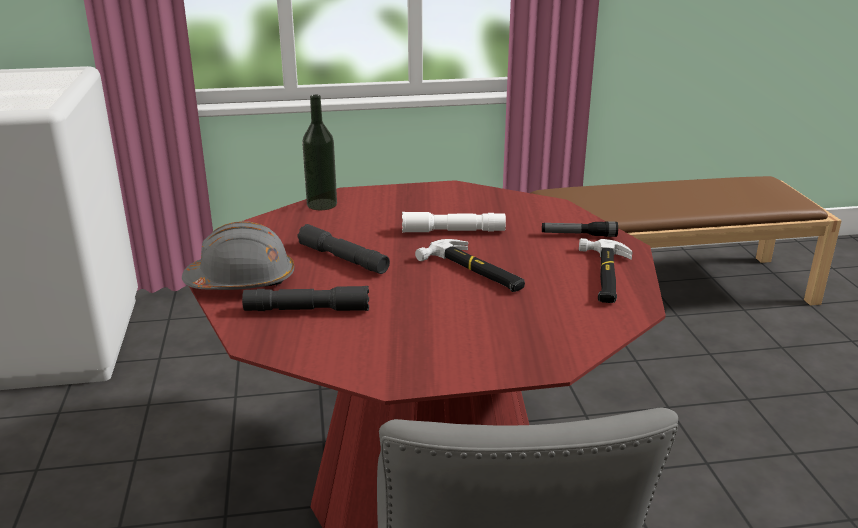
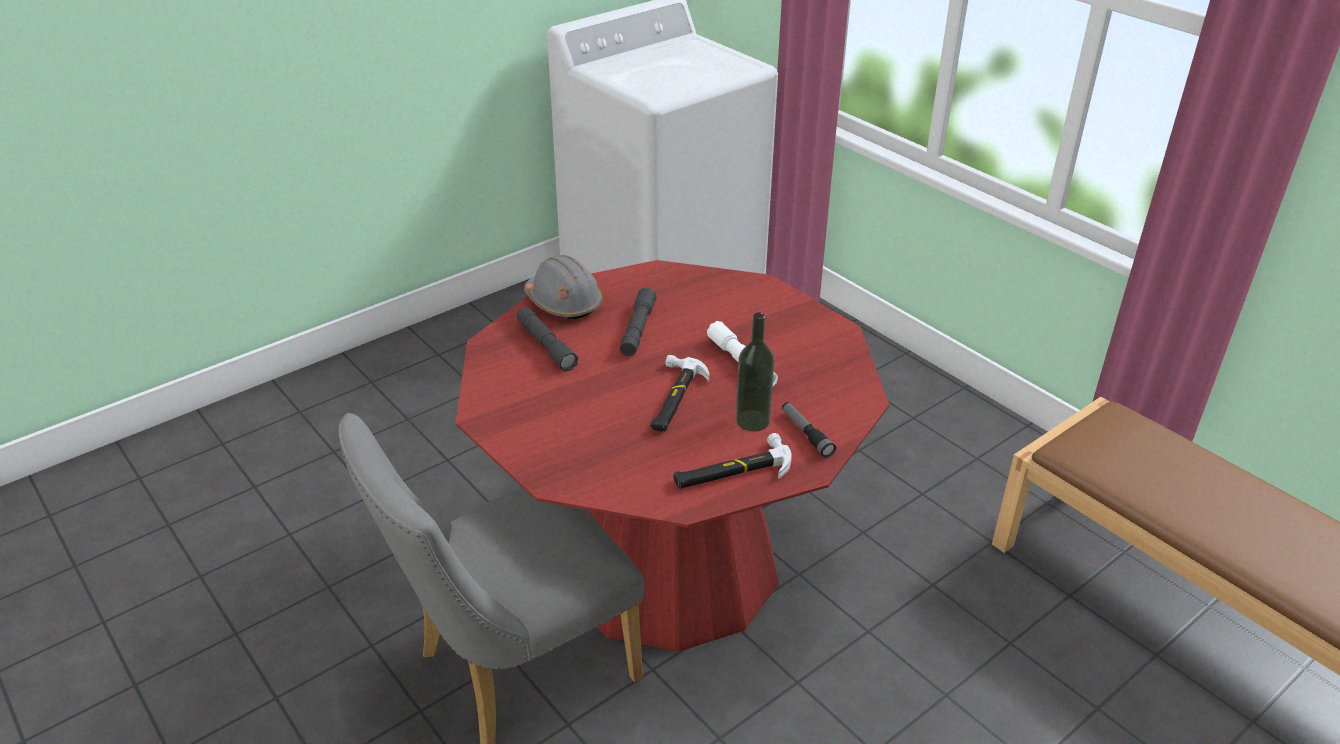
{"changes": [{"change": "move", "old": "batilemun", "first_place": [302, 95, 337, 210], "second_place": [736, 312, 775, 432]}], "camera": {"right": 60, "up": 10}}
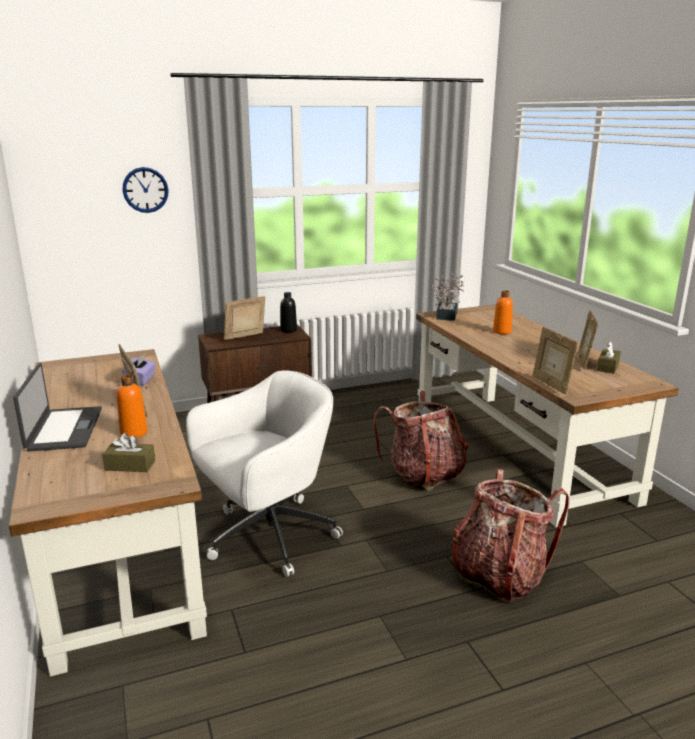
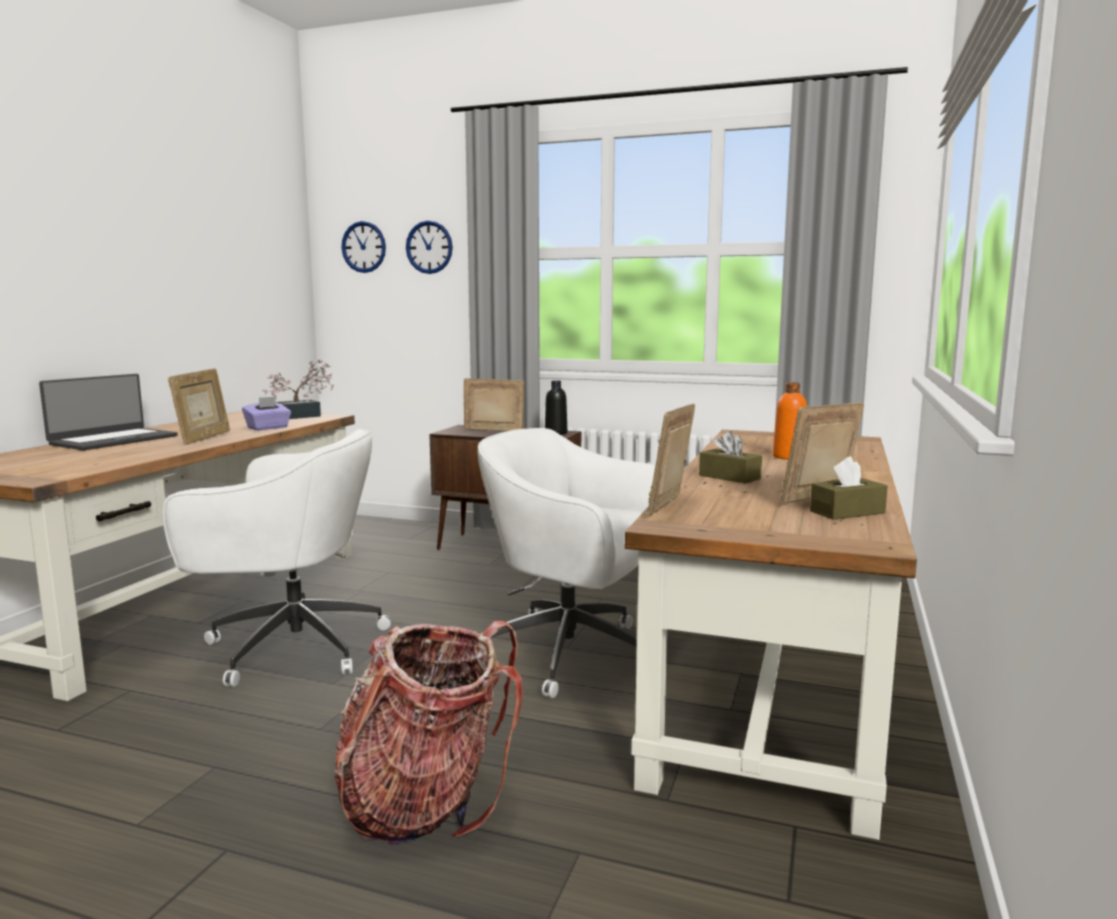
{"changes": [{"change": "move", "old": "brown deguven", "first_place": [102, 433, 155, 472], "second_place": [699, 431, 762, 484]}, {"change": "delete", "old": "orange batilemun", "first_place": [117, 375, 147, 438]}, {"change": "replace", "old": "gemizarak", "new": "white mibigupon", "first_place": [374, 391, 468, 491], "second_place": [478, 428, 656, 698]}, {"change": "move", "old": "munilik", "first_place": [432, 273, 464, 321], "second_place": [263, 359, 334, 419]}, {"change": "insert", "new": "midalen", "second_place": [342, 221, 386, 273]}], "camera": {"right": 40, "up": -10}}
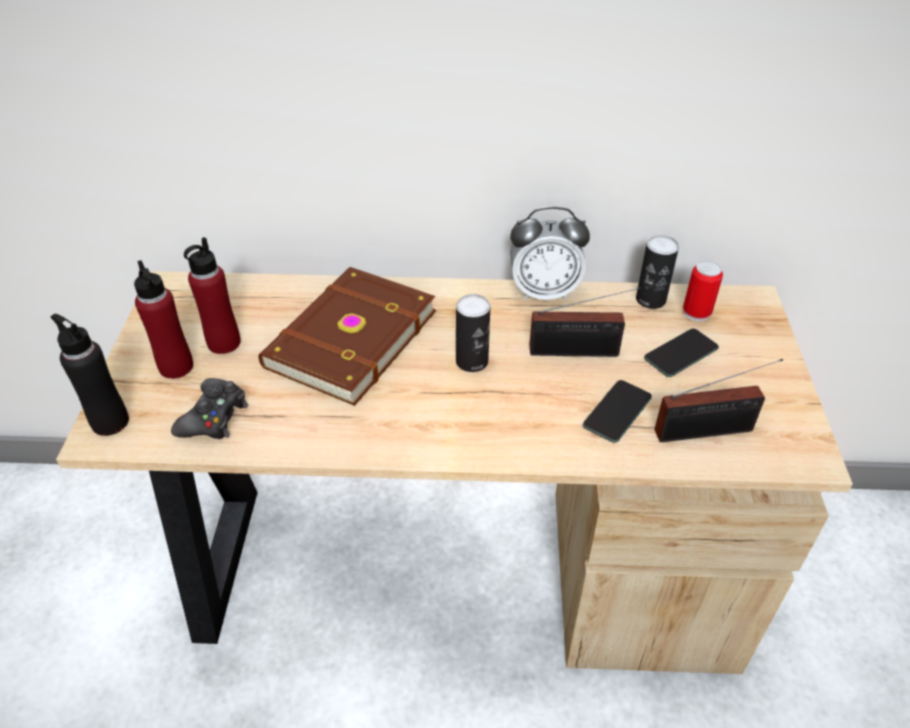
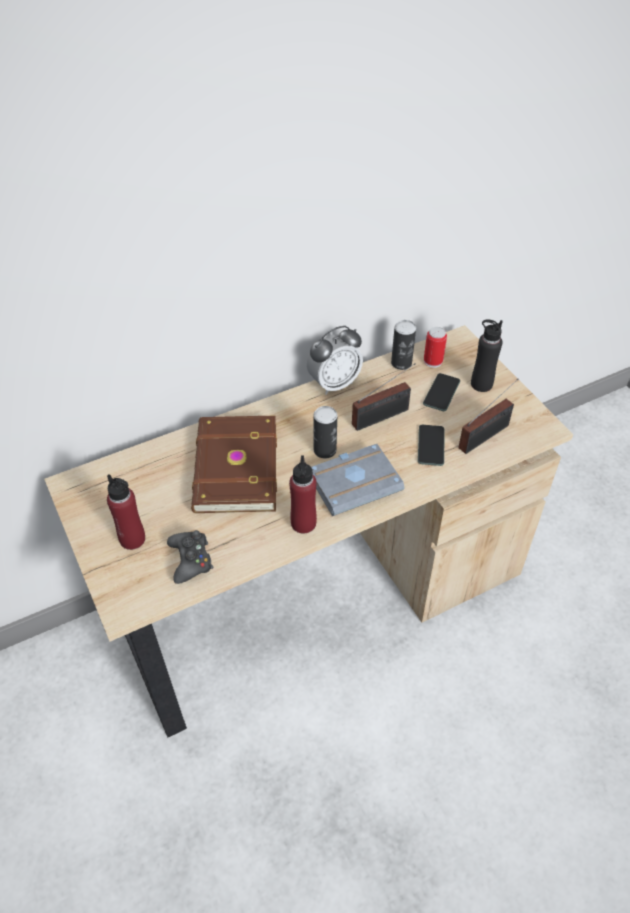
{"changes": [{"change": "move", "old": "black batilemun", "first_place": [51, 314, 129, 436], "second_place": [471, 320, 503, 392]}, {"change": "move", "old": "red batilemun", "first_place": [184, 237, 241, 354], "second_place": [289, 455, 317, 534]}, {"change": "insert", "new": "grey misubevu", "second_place": [311, 444, 405, 516]}], "camera": {"right": -30, "up": 5}}
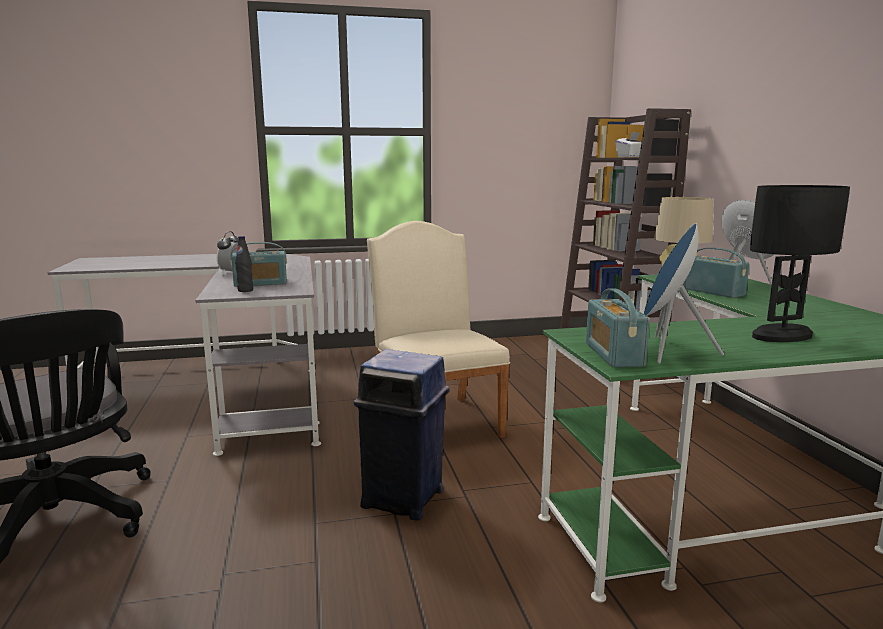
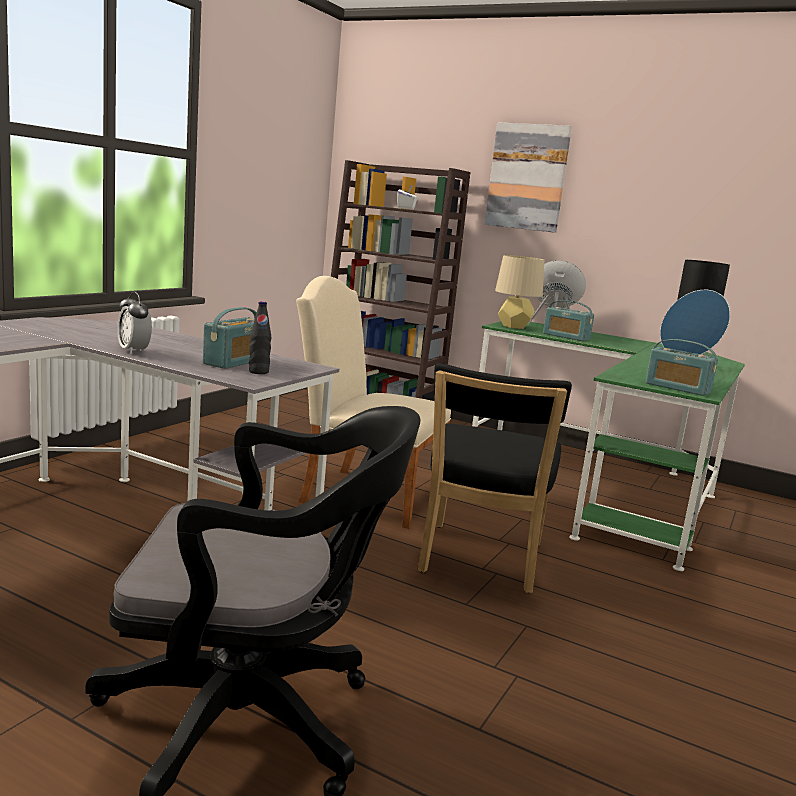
{"changes": [{"change": "replace", "old": "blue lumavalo", "new": "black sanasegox", "first_place": [354, 349, 450, 521], "second_place": [418, 363, 572, 593]}, {"change": "rotate", "old": "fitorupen", "first_place": [684, 247, 750, 298], "second_place": [543, 300, 594, 341], "degrees": -150}, {"change": "insert", "new": "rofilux", "second_place": [485, 122, 572, 233]}], "camera": {"right": -50, "up": 0}}
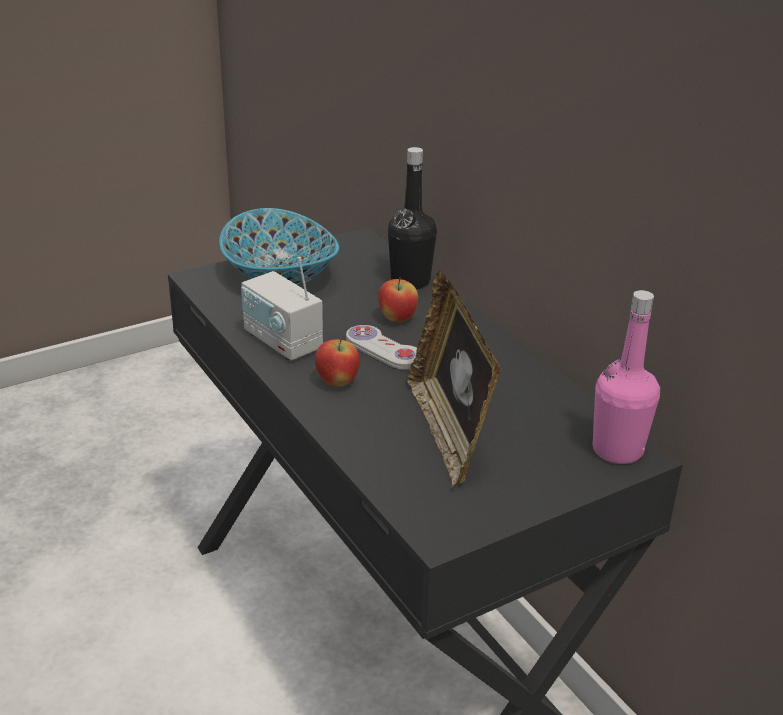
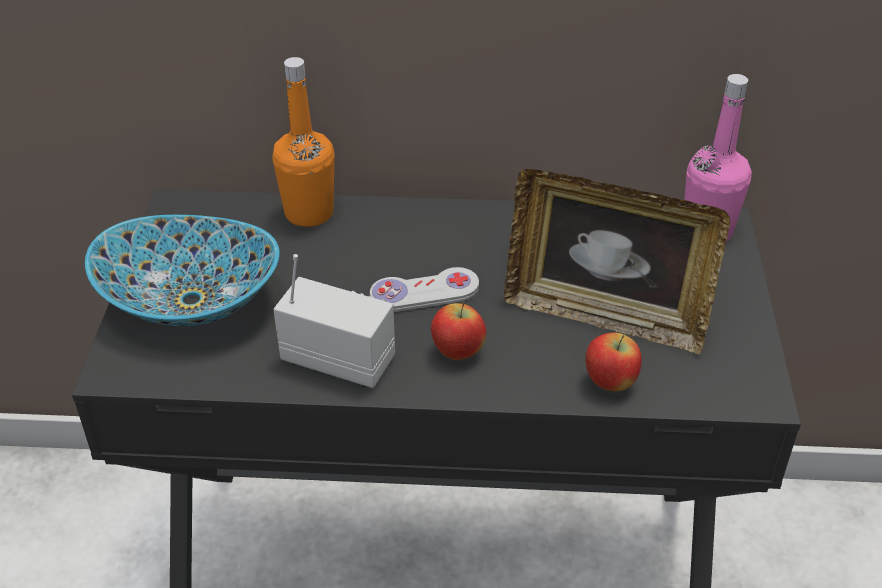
{"changes": [{"change": "rotate", "old": "fitorupen", "first_place": [241, 257, 323, 360], "second_place": [274, 254, 395, 388], "degrees": -150}, {"change": "move", "old": "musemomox", "first_place": [378, 278, 418, 322], "second_place": [585, 332, 642, 391]}, {"change": "recolor", "old": "black batilemun", "new": "orange batilemun", "first_place": [388, 147, 437, 289], "second_place": [272, 57, 335, 227]}], "camera": {"right": -55, "up": 10}}
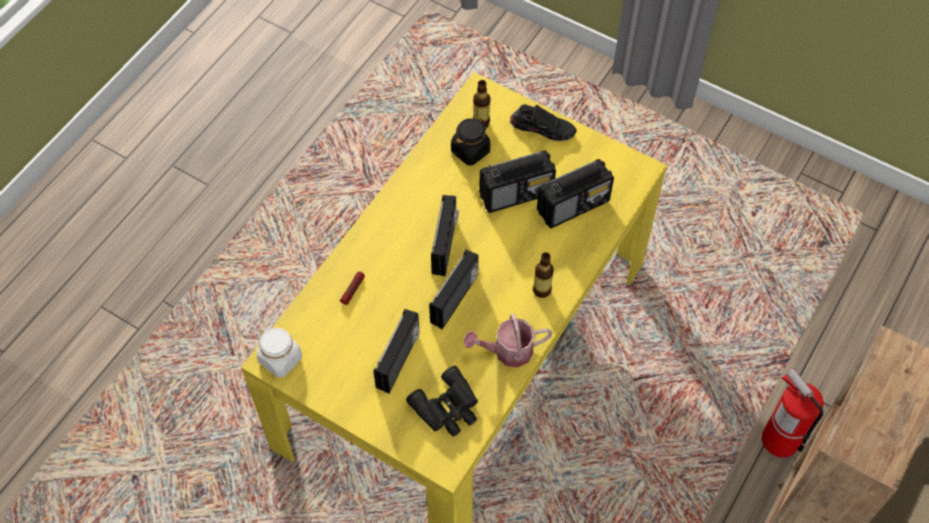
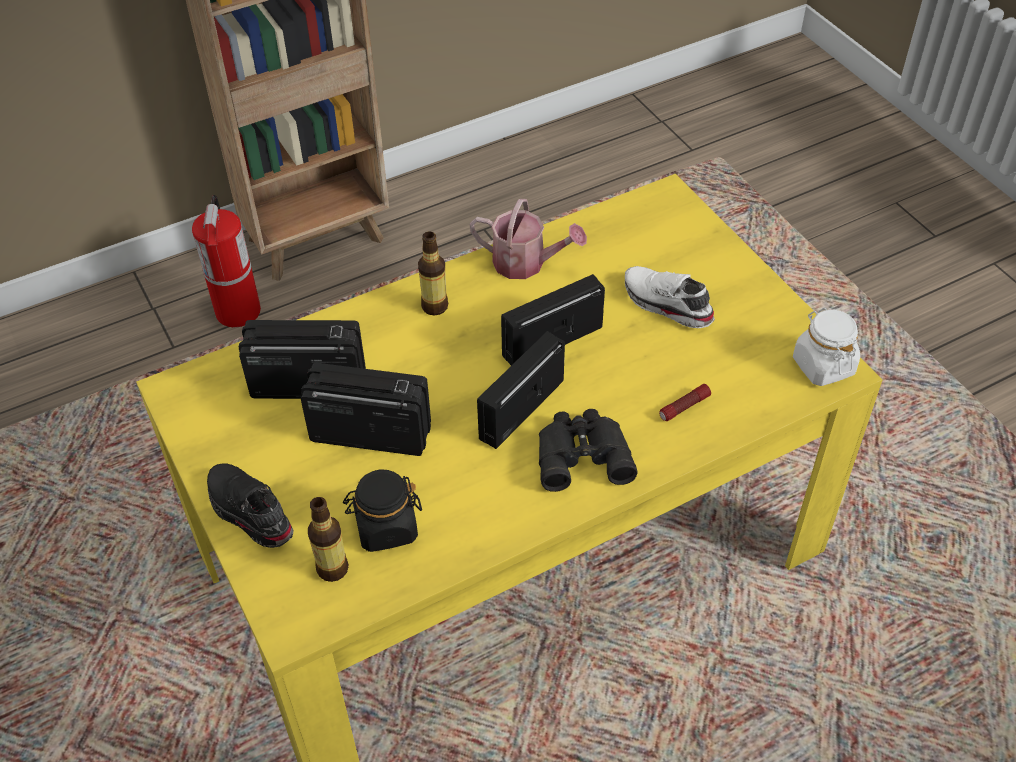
{"changes": [{"change": "replace", "old": "fitorupen", "new": "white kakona", "first_place": [373, 309, 420, 393], "second_place": [625, 266, 715, 328]}, {"change": "move", "old": "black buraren", "first_place": [406, 366, 478, 436], "second_place": [539, 409, 638, 492]}], "camera": {"right": -150, "up": -10}}
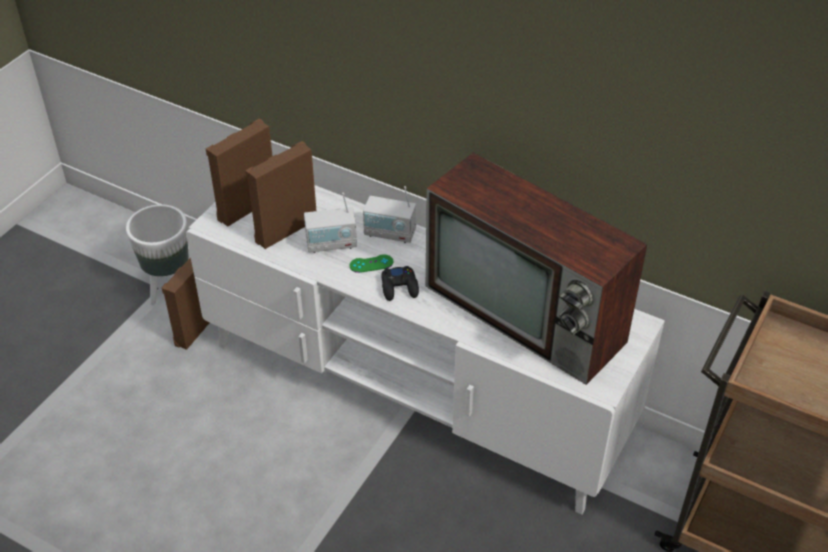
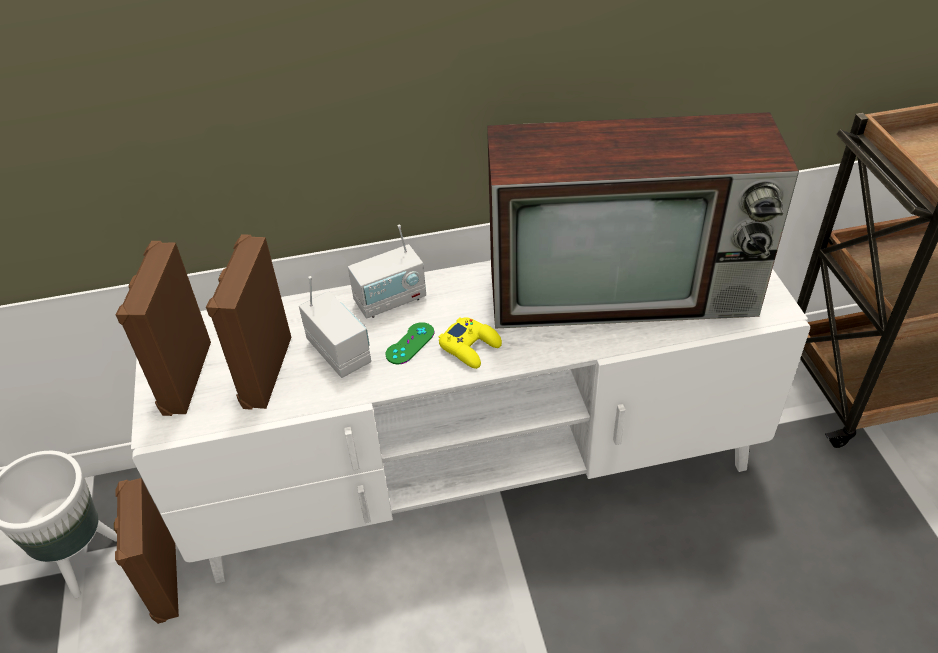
{"changes": [{"change": "rotate", "old": "fitorupen", "first_place": [304, 193, 357, 253], "second_place": [299, 276, 371, 378], "degrees": -75}, {"change": "recolor", "old": "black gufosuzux", "new": "yellow gufosuzux", "first_place": [381, 266, 419, 301], "second_place": [439, 317, 502, 369]}], "camera": {"right": -40, "up": 0}}
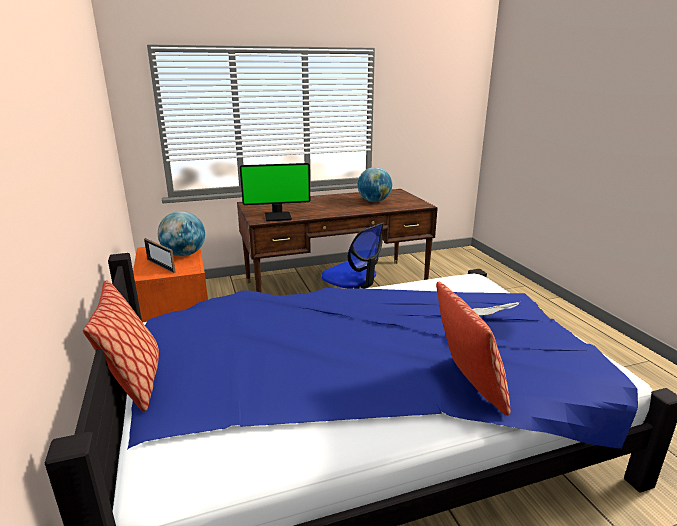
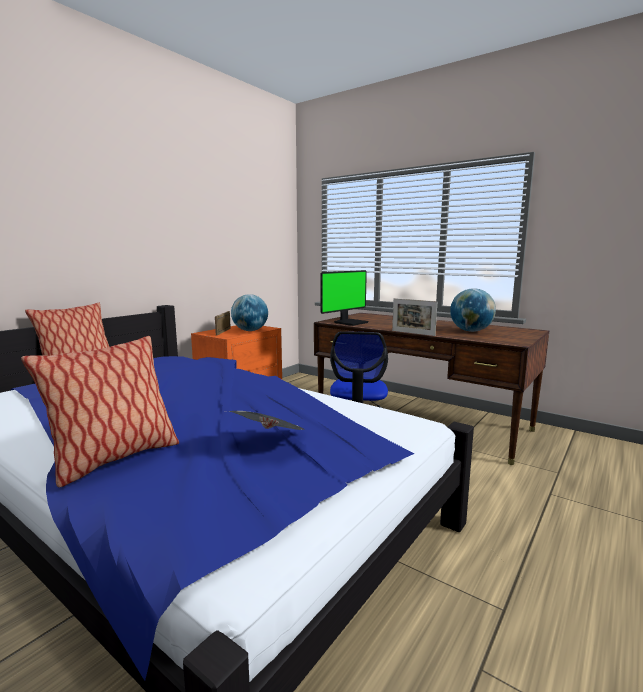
{"changes": [{"change": "rotate", "old": "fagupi", "first_place": [240, 163, 310, 222], "second_place": [320, 270, 369, 326], "degrees": -90}, {"change": "insert", "new": "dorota", "second_place": [392, 298, 437, 336]}], "camera": {"right": 55, "up": -10}}
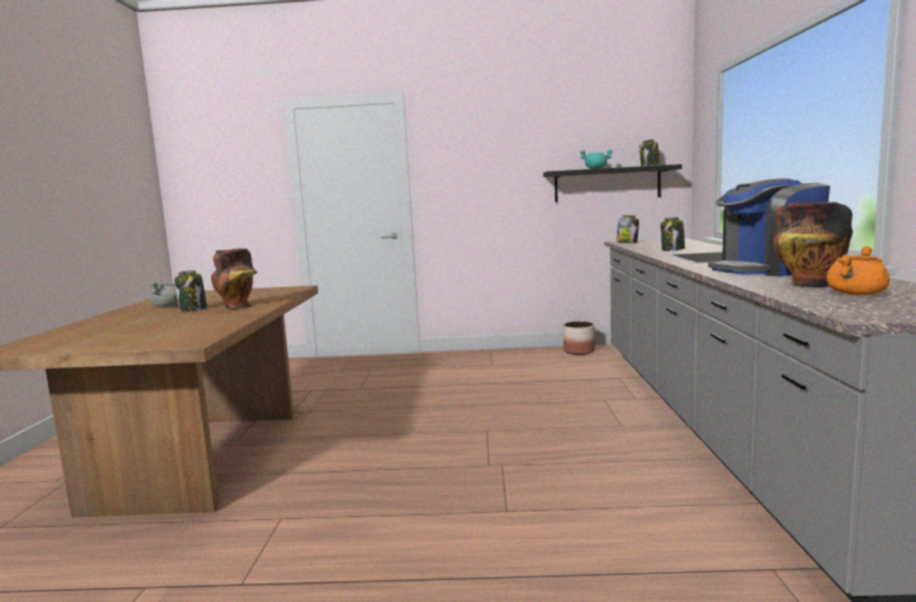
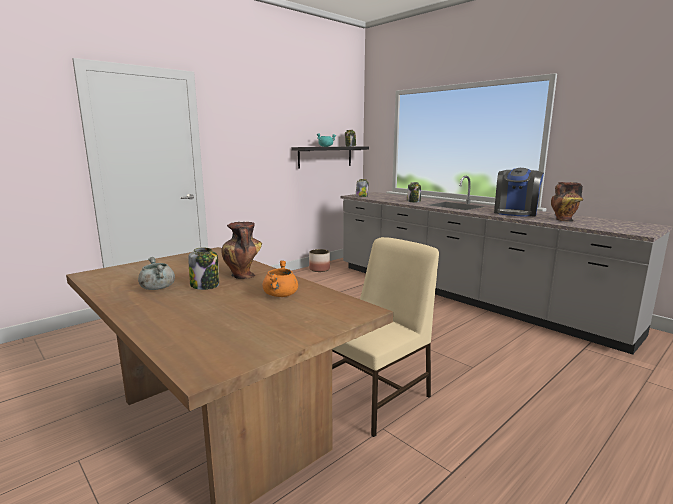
{"changes": [{"change": "move", "old": "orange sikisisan", "first_place": [826, 246, 890, 296], "second_place": [262, 260, 298, 297]}, {"change": "insert", "new": "beige sanasegox", "second_place": [332, 237, 439, 437]}], "camera": {"right": -45, "up": 5}}
